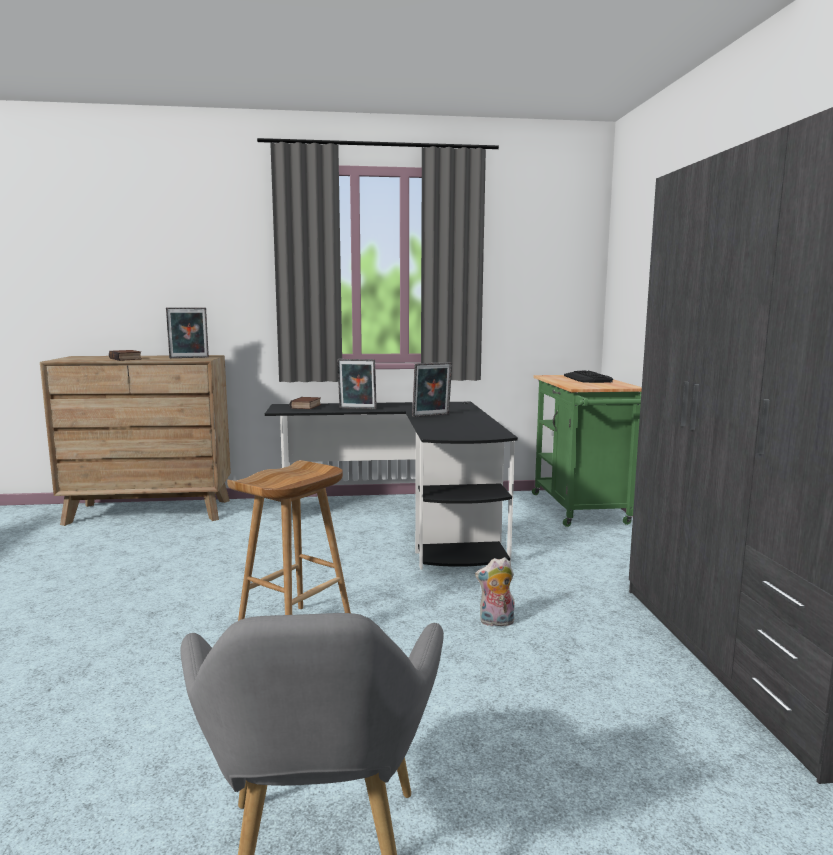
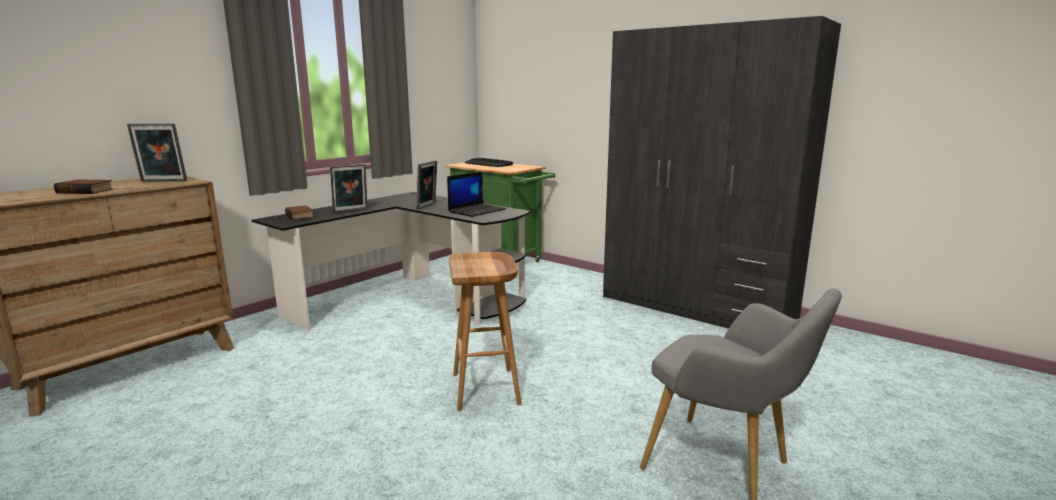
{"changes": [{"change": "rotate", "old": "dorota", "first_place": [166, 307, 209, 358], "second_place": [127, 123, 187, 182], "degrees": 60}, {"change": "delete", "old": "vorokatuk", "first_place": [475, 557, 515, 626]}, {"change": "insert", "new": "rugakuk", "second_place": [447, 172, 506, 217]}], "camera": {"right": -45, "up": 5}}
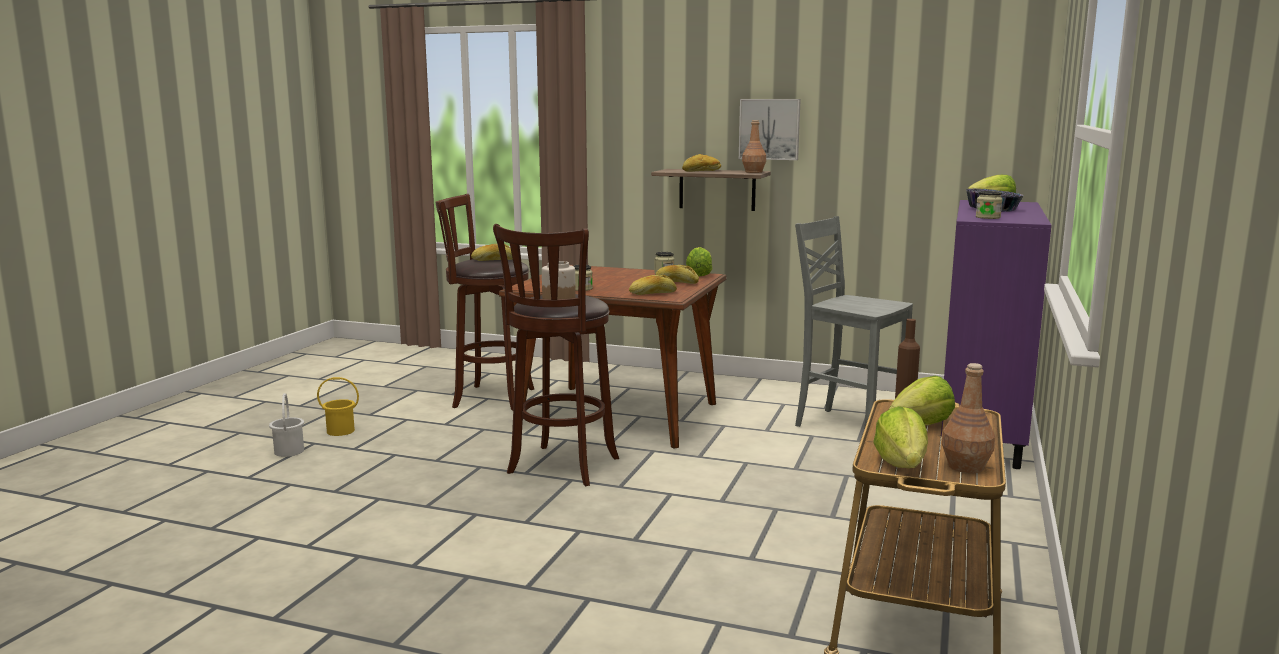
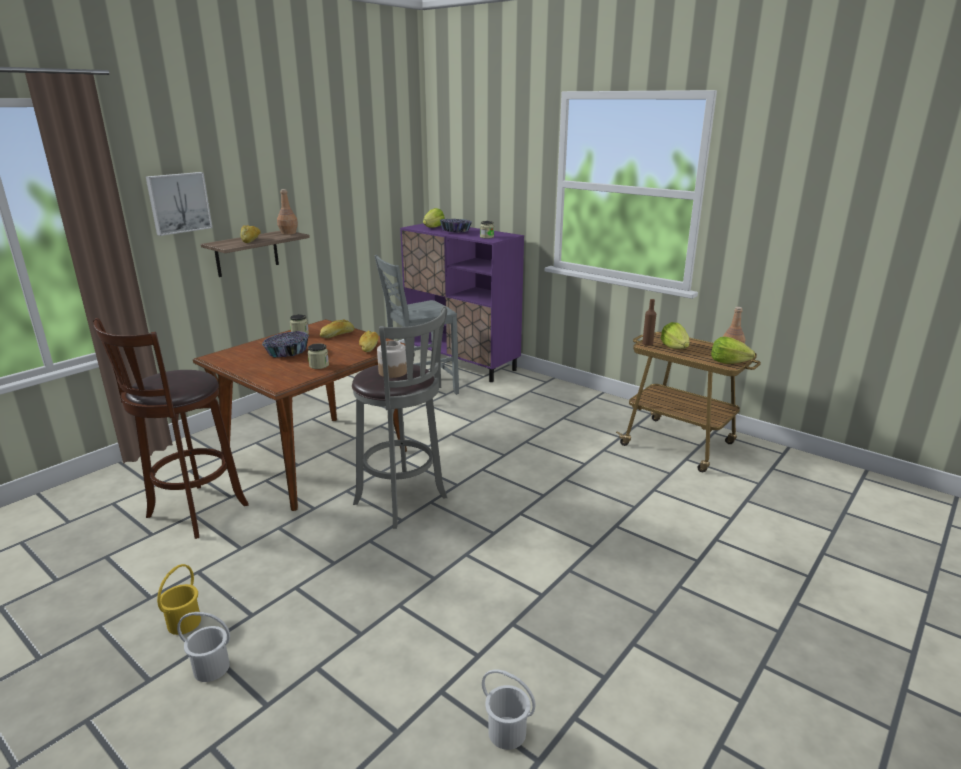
{"changes": [{"change": "delete", "old": "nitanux", "first_place": [471, 244, 513, 261]}, {"change": "recolor", "old": "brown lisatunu", "new": "grey lisatunu", "first_place": [493, 224, 619, 486], "second_place": [352, 306, 447, 529]}, {"change": "delete", "old": "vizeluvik", "first_place": [686, 247, 712, 276]}, {"change": "move", "old": "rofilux", "first_place": [739, 99, 801, 160], "second_place": [146, 172, 212, 236]}, {"change": "insert", "new": "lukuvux", "second_place": [262, 331, 309, 358]}, {"change": "insert", "new": "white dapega", "second_place": [482, 669, 536, 750]}], "camera": {"right": -70, "up": 10}}
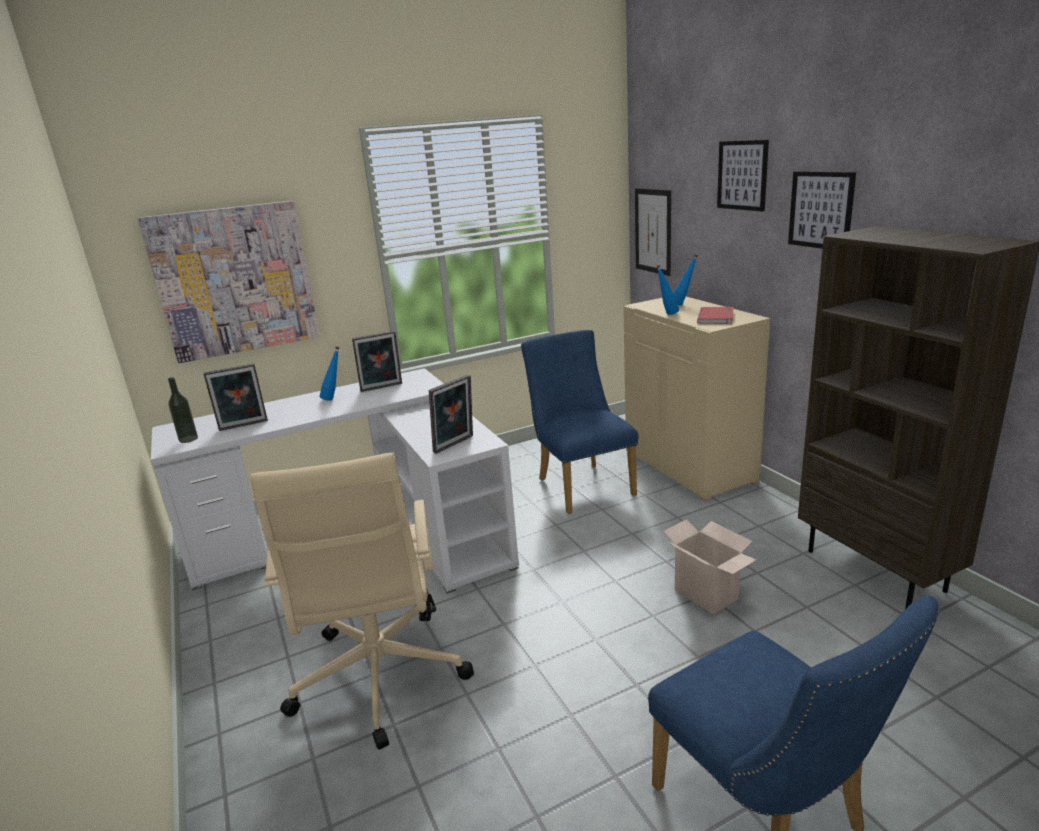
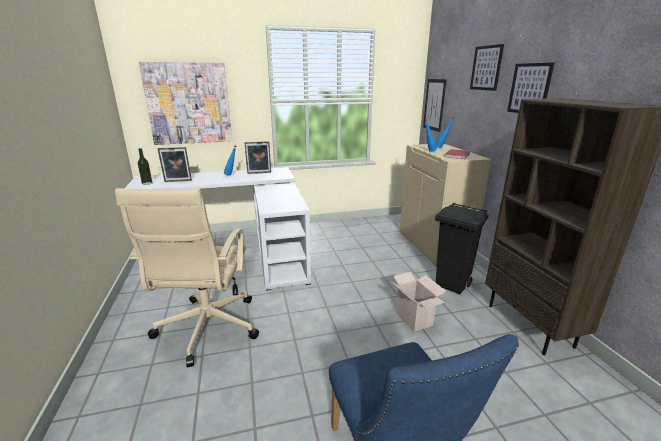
{"changes": [{"change": "delete", "old": "dorota", "first_place": [429, 375, 473, 454]}, {"change": "delete", "old": "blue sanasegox", "first_place": [521, 330, 638, 514]}, {"change": "insert", "new": "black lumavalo", "second_place": [435, 203, 489, 294]}], "camera": {"right": 10, "up": 0}}
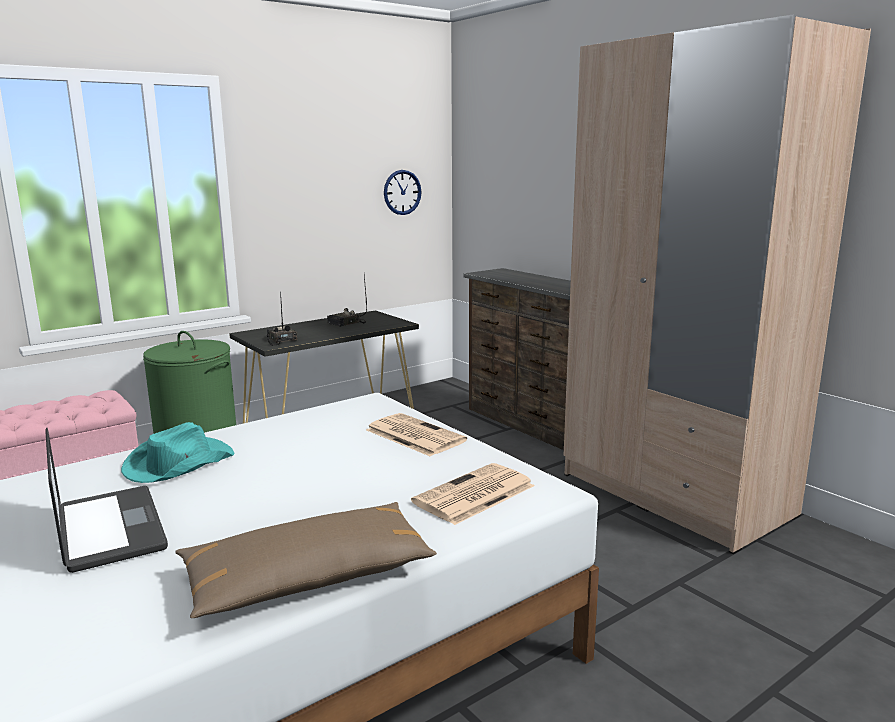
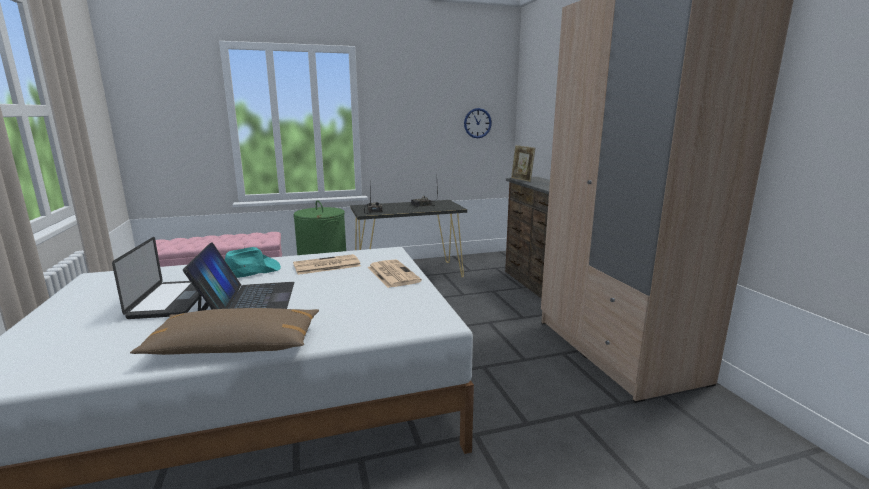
{"changes": [{"change": "move", "old": "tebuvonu", "first_place": [411, 463, 534, 525], "second_place": [293, 254, 361, 275]}, {"change": "insert", "new": "rugakuk", "second_place": [183, 243, 295, 311]}, {"change": "insert", "new": "dorota", "second_place": [511, 145, 536, 182]}], "camera": {"right": 20, "up": 0}}
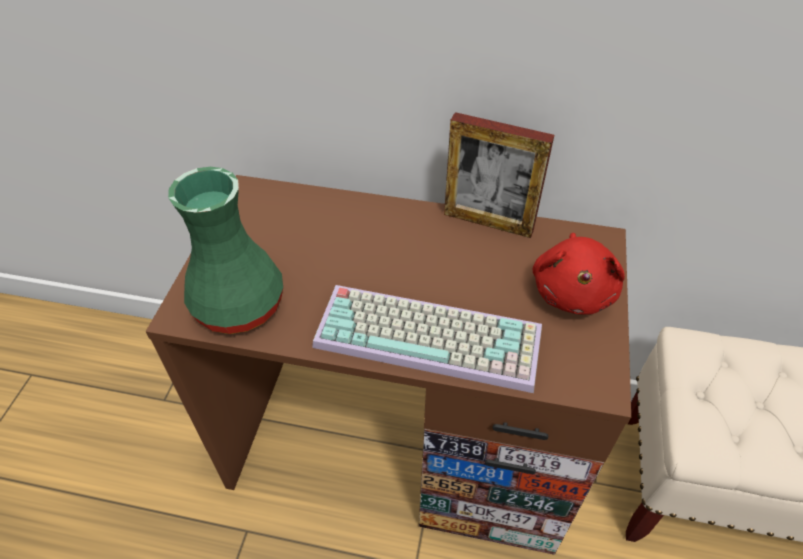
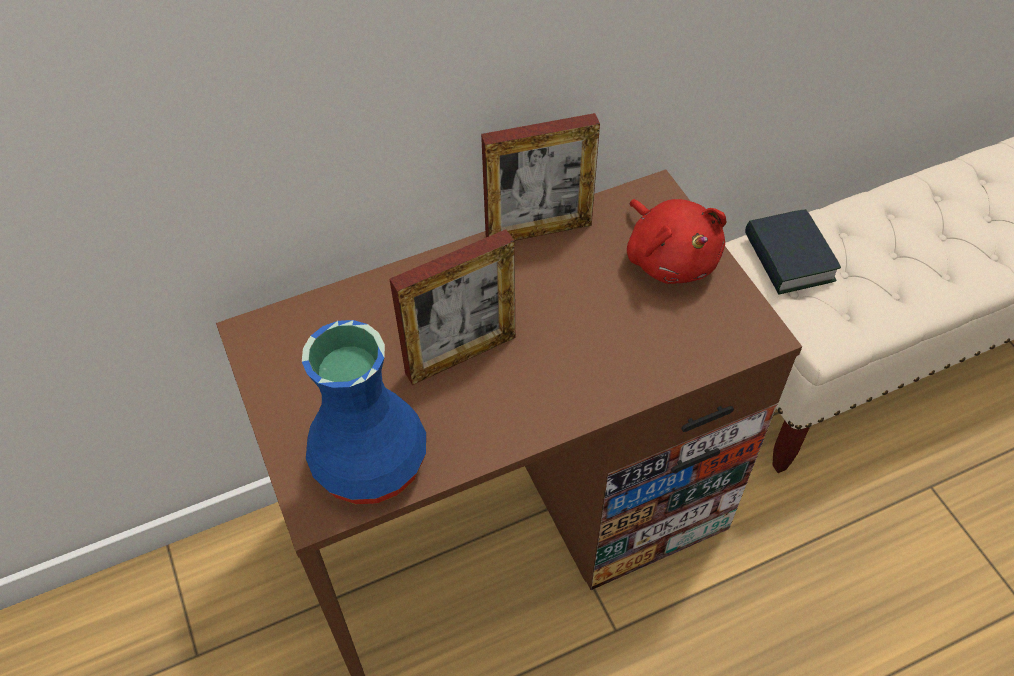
{"changes": [{"change": "recolor", "old": "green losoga", "new": "blue losoga", "first_place": [168, 167, 283, 334], "second_place": [302, 320, 426, 504]}, {"change": "delete", "old": "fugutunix", "first_place": [312, 285, 542, 393]}, {"change": "insert", "new": "dorota", "second_place": [390, 229, 515, 385]}, {"change": "insert", "new": "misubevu", "second_place": [745, 209, 841, 295]}], "camera": {"right": -35, "up": 5}}
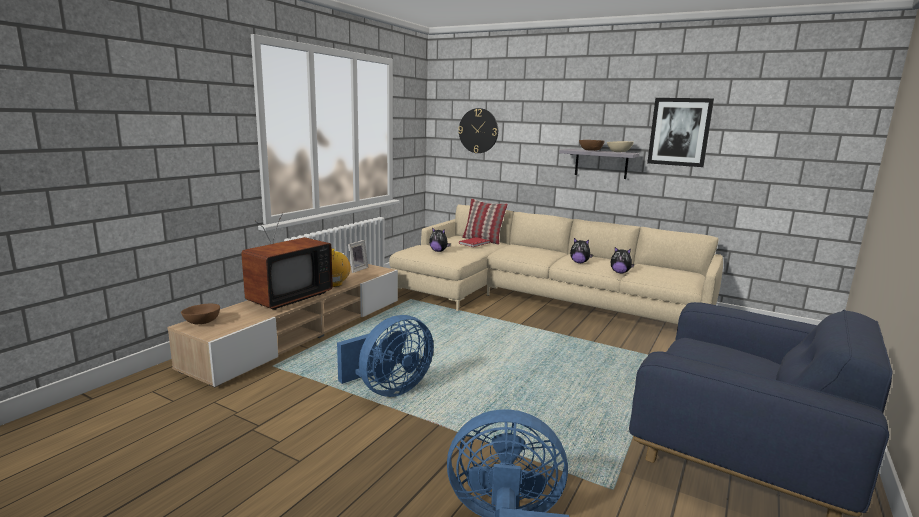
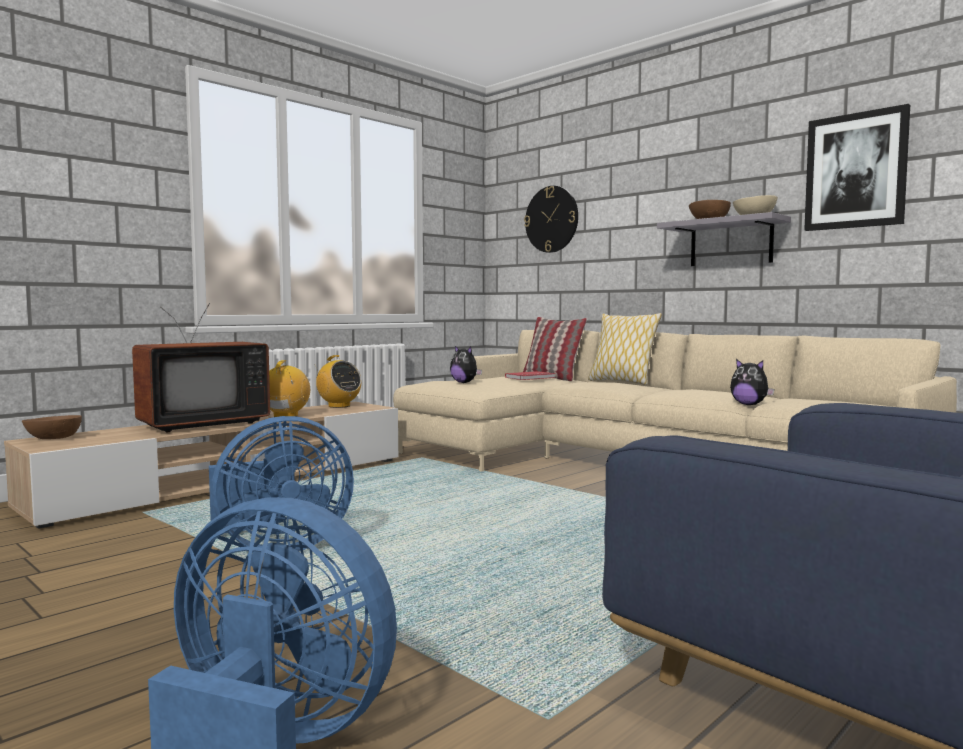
{"changes": [{"change": "replace", "old": "dorota", "new": "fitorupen", "first_place": [348, 240, 368, 273], "second_place": [315, 355, 361, 408]}, {"change": "delete", "old": "vorokatuk", "first_place": [570, 238, 593, 263]}, {"change": "insert", "new": "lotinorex", "second_place": [588, 313, 662, 385]}], "camera": {"right": 15, "up": -10}}
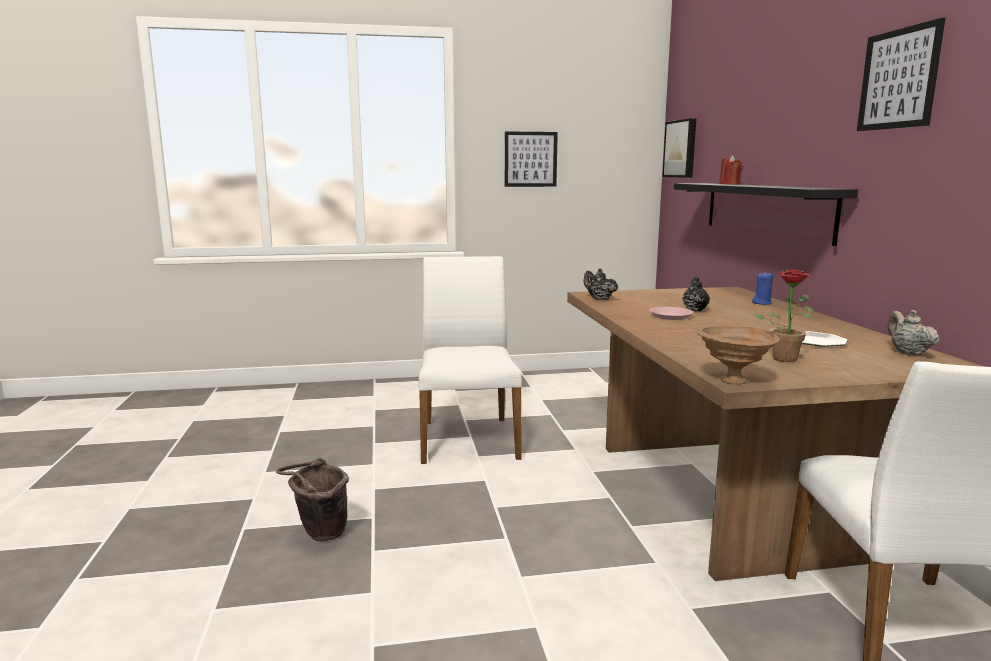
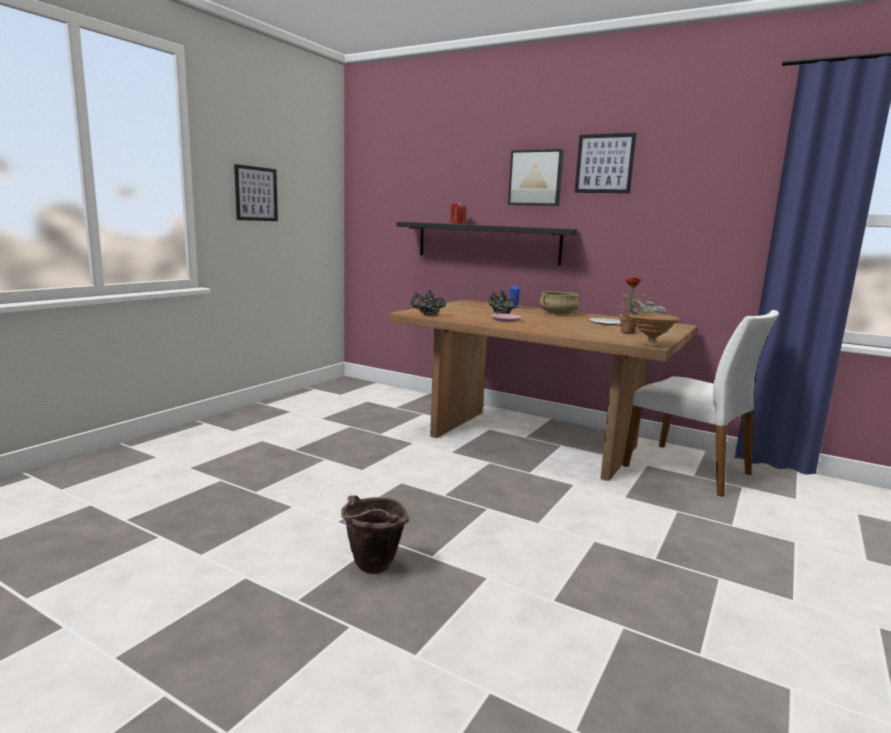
{"changes": [{"change": "delete", "old": "white sanasegox", "first_place": [419, 256, 522, 464]}, {"change": "move", "old": "rofilux", "first_place": [663, 118, 696, 178], "second_place": [508, 149, 564, 206]}, {"change": "insert", "new": "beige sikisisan", "second_place": [539, 291, 579, 314]}], "camera": {"right": -50, "up": 0}}
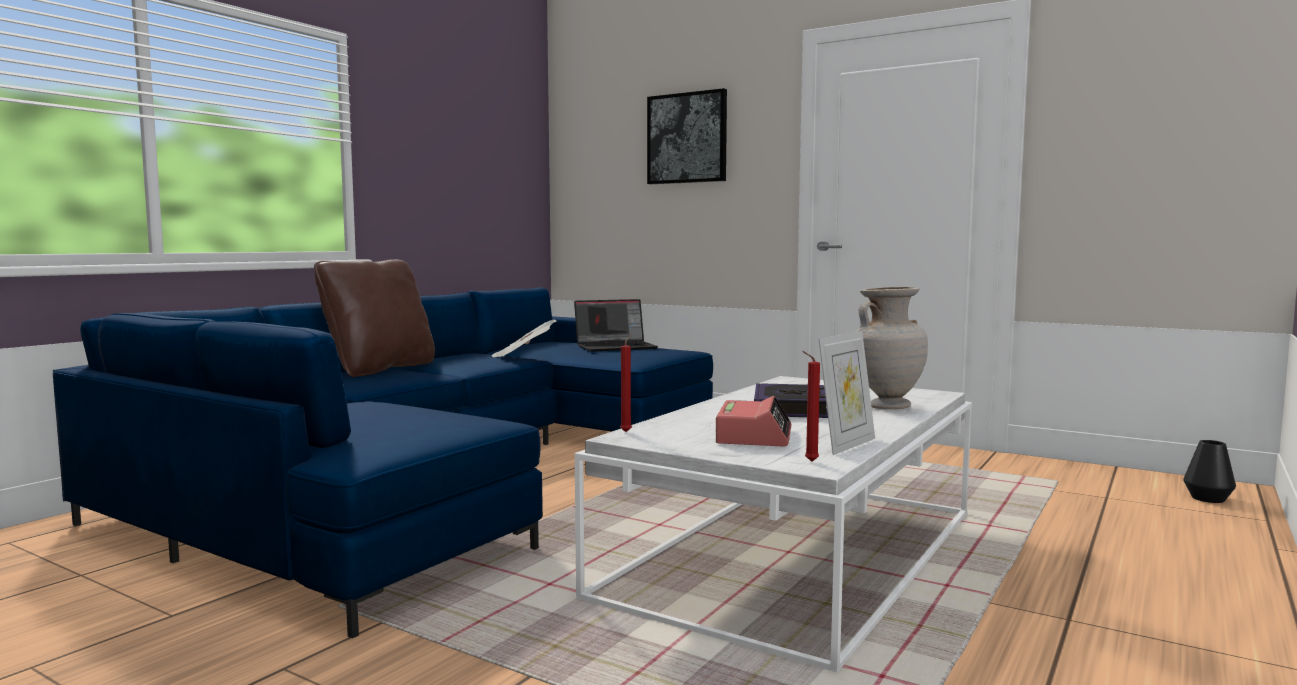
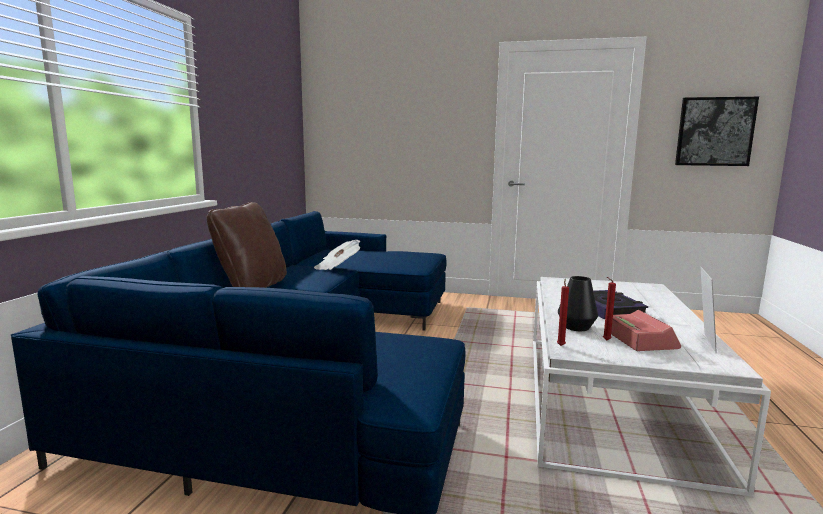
{"changes": [{"change": "delete", "old": "rugakuk", "first_place": [574, 299, 658, 352]}, {"change": "move", "old": "rofilux", "first_place": [647, 88, 727, 184], "second_place": [675, 97, 759, 166]}, {"change": "move", "old": "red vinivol", "first_place": [802, 351, 820, 462], "second_place": [603, 277, 616, 340]}, {"change": "delete", "old": "beige losoga", "first_place": [856, 287, 928, 409]}, {"change": "move", "old": "black losoga", "first_place": [1183, 440, 1236, 503], "second_place": [558, 276, 598, 331]}], "camera": {"right": -20, "up": 5}}
